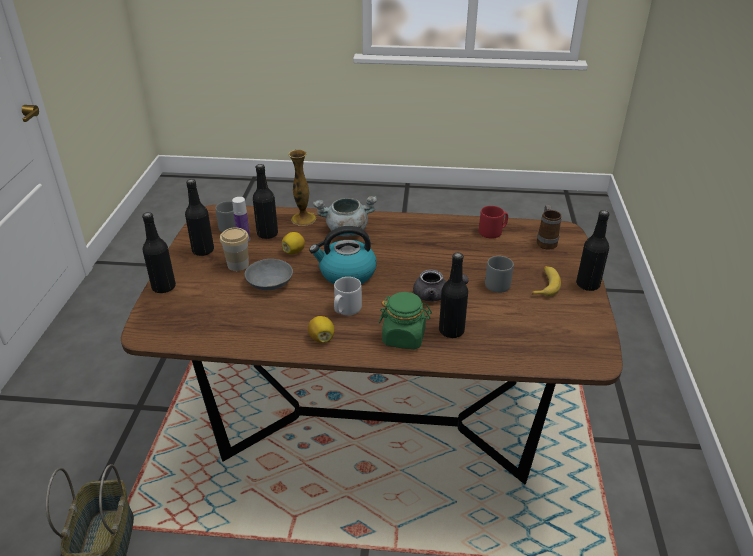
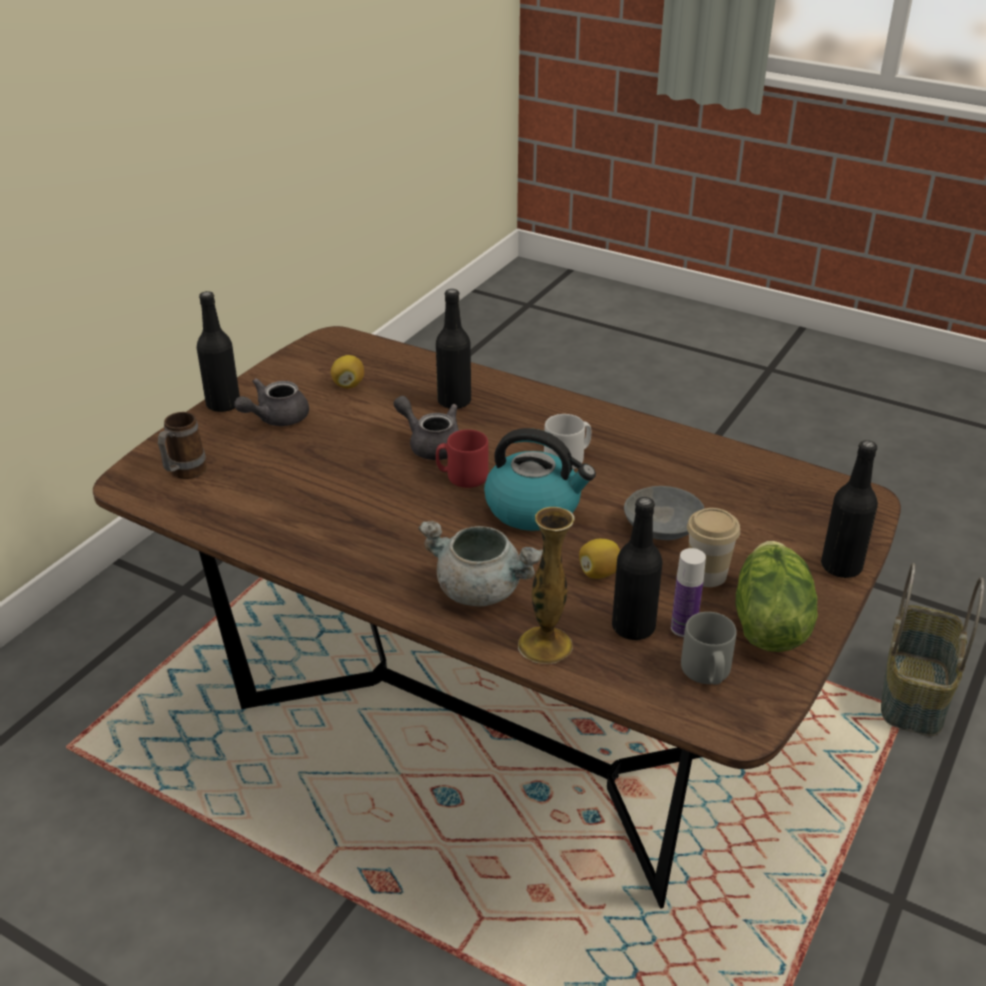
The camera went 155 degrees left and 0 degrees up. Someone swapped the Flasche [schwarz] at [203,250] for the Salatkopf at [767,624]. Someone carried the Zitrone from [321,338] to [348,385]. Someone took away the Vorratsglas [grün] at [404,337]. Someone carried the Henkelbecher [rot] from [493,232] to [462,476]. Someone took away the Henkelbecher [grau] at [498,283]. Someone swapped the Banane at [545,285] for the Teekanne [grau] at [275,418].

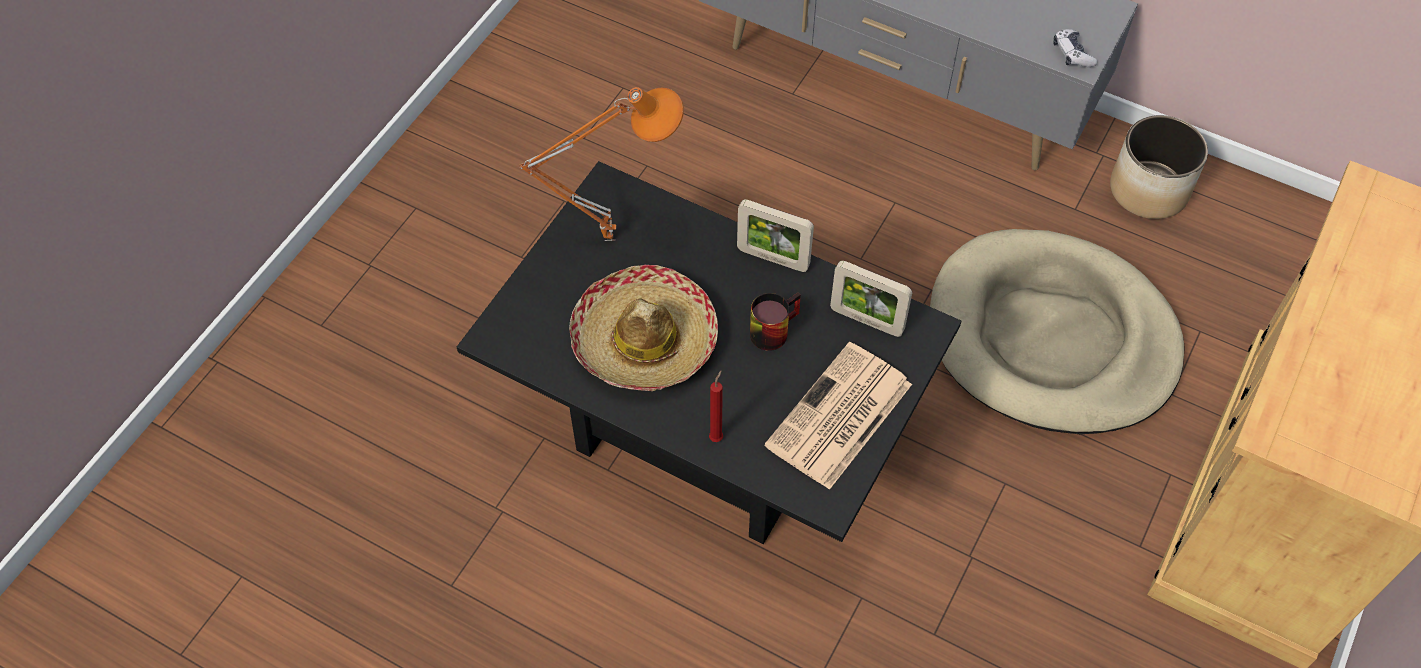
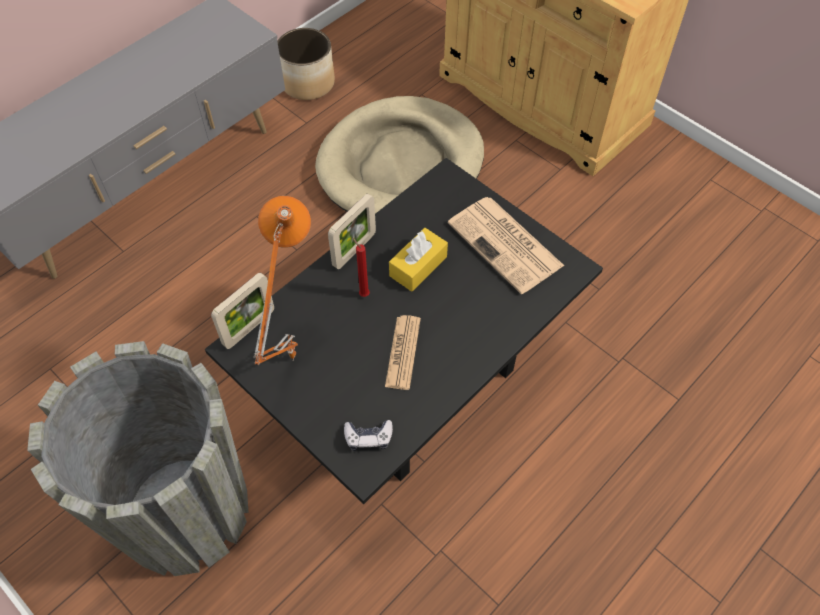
The camera went 75 degrees left and 0 degrees up. Someone swapped the Hut at [645,340] for the Zeitung at [403,352]. Someone carried the Kerze [rot] from [717,437] to [363,293]. Someone swapped the Henkelbecher at [771,328] for the Taschentuchbox [gelb] at [418,266]. Someone carried the Bilderrahmen from [866,320] to [249,328]. Someone carried the Gamepad from [1072,54] to [368,437]. Someone put down the Pflanzkübel [grau] at [184,512].

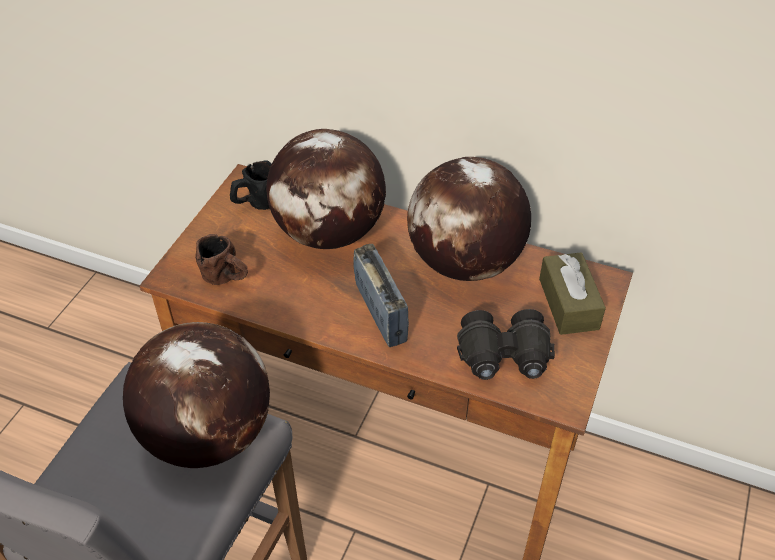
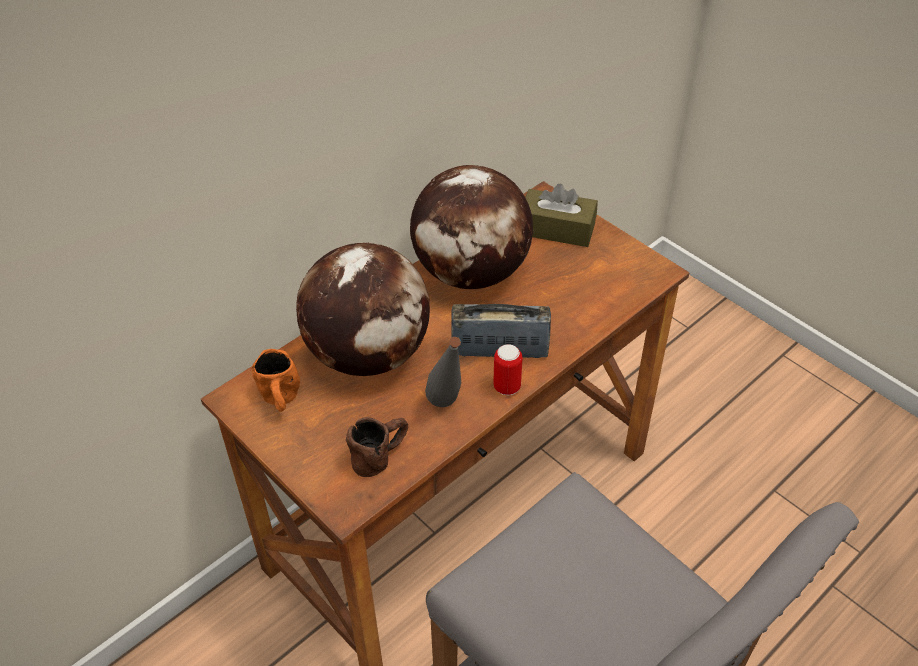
The camera went 65 degrees left and 0 degrees up. Someone took away the Globus at [207,434]. Someone repainted the Henkelbecher [schwarz] at [255,204], which became the Henkelbecher [orange] at [281,401]. Someone took away the Fernglas [schwarz] at [504,357]. Someone put down the Flasche [grau] at [447,410]. Someone put down the Dose at [507,387].

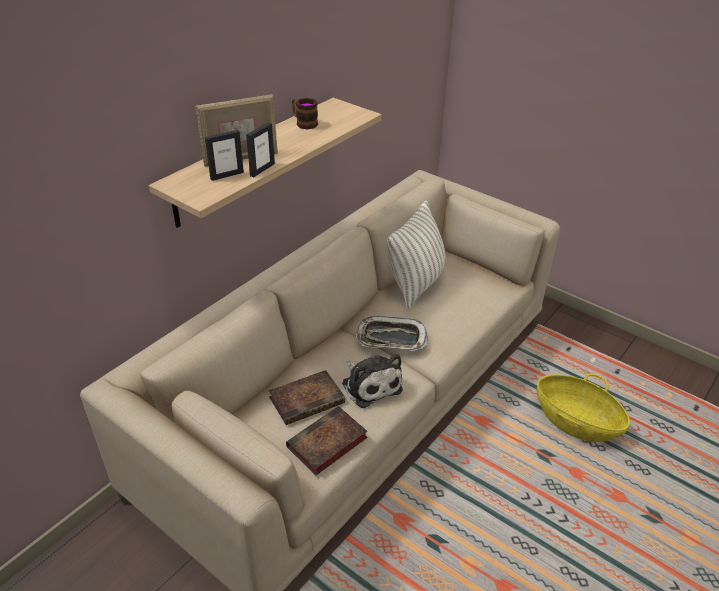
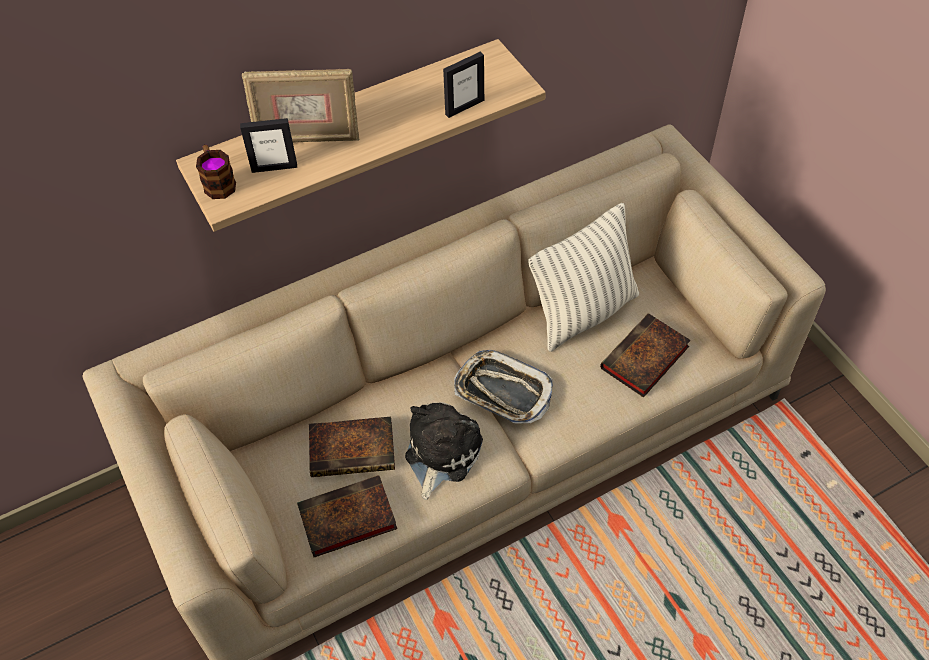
The camera went 25 degrees right and 15 degrees up. Someone carried the Bilderrahmen from [262,169] to [464,107]. Someone carried the Henkelbecher from [304,123] to [218,182]. Someone rotated the Plüschtier at [370,384] by 150 degrees counterclockwise. Someone took away the Korb at [576,422]. Someone put down the Buch at [644,360].

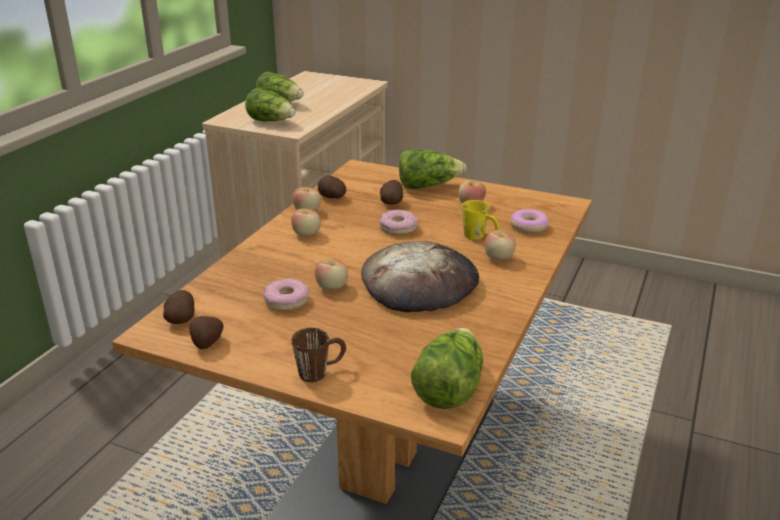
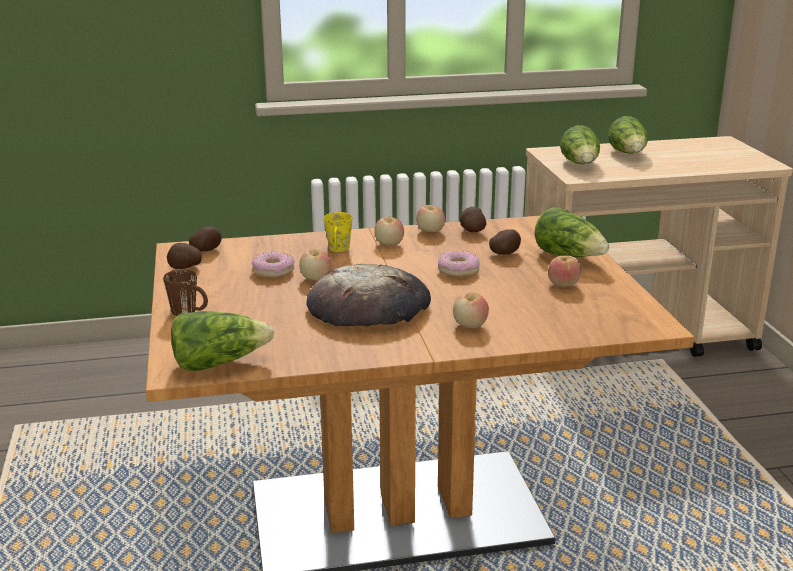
The camera went 55 degrees right and 5 degrees down. Someone carried the Henkelbecher [gelb] from [480,237] to [338,251]. Someone took away the Donut at [528,226].

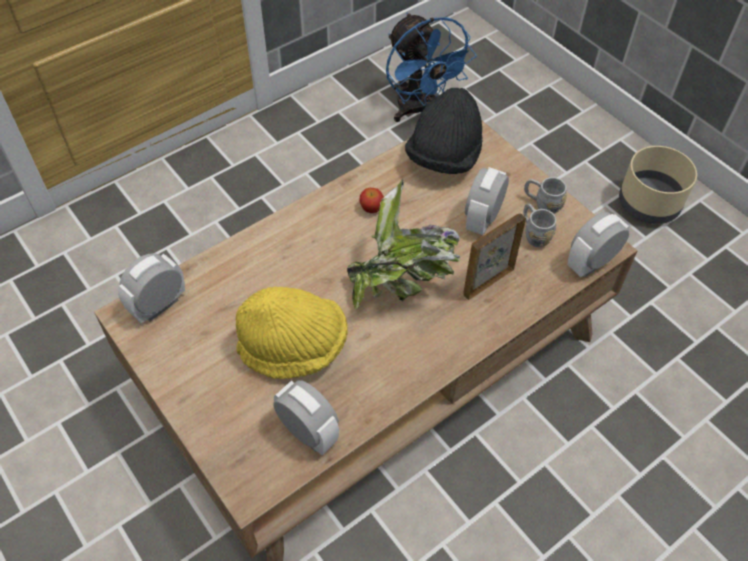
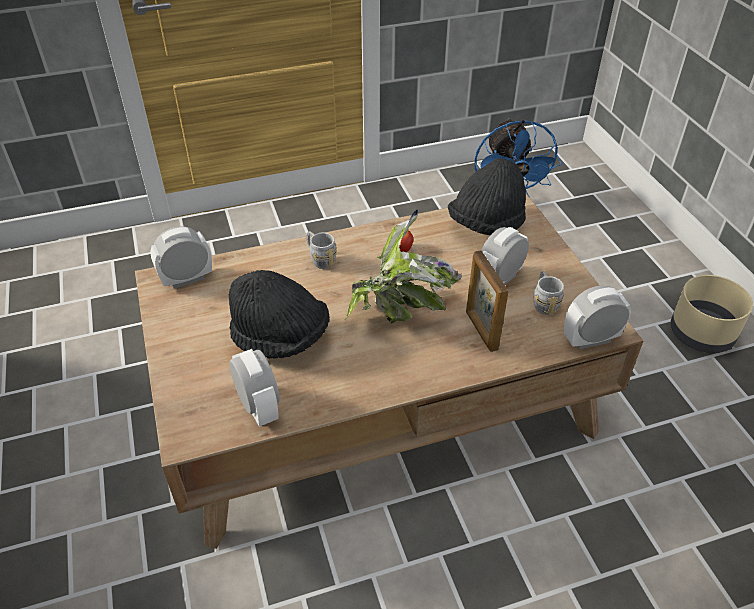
The camera went 20 degrees right and 10 degrees down. Someone repainted the Hut [gelb] at [294,347], which became the Hut [schwarz] at [280,338]. Someone rotated the Bilderrahmen at [487,282] by 90 degrees counterclockwise. Someone carried the Henkelbecher [grau] from [542,204] to [320,259].

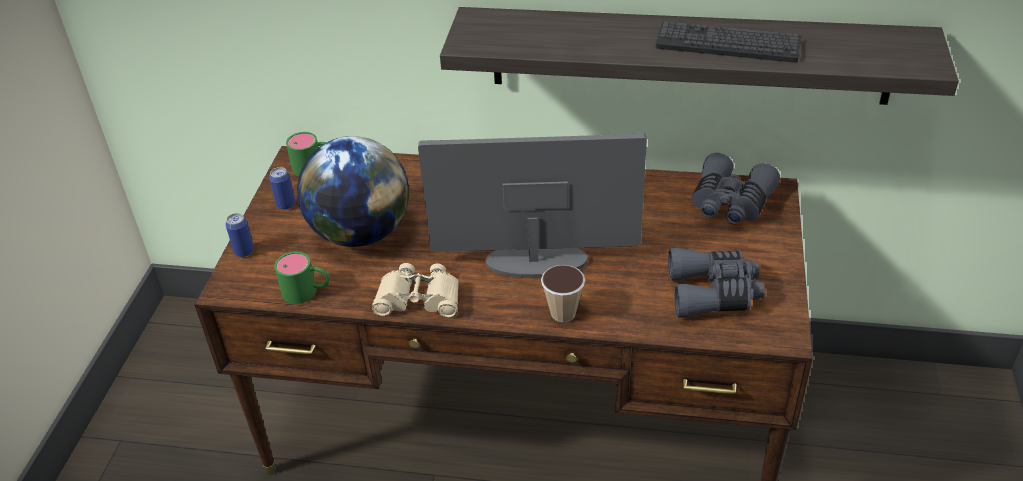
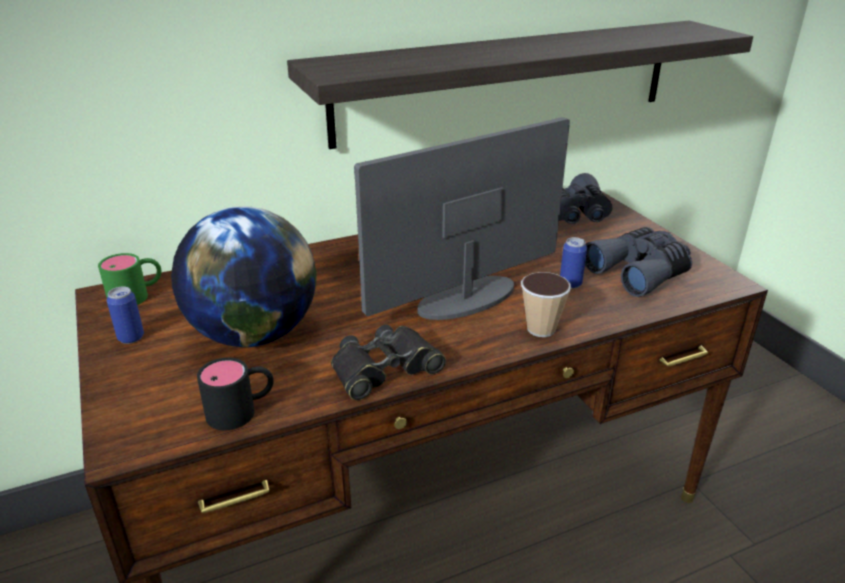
The camera went 35 degrees left and 10 degrees down. Someone carried the Dose from [244,251] to [570,283]. Someone repainted the Henkelbecher [grün] at [307,291], which became the Henkelbecher [schwarz] at [242,410]. Someone repainted the Fernglas [beige] at [418,298], which became the Fernglas [schwarz] at [384,369]. Someone took away the Tastatur at [727,44].

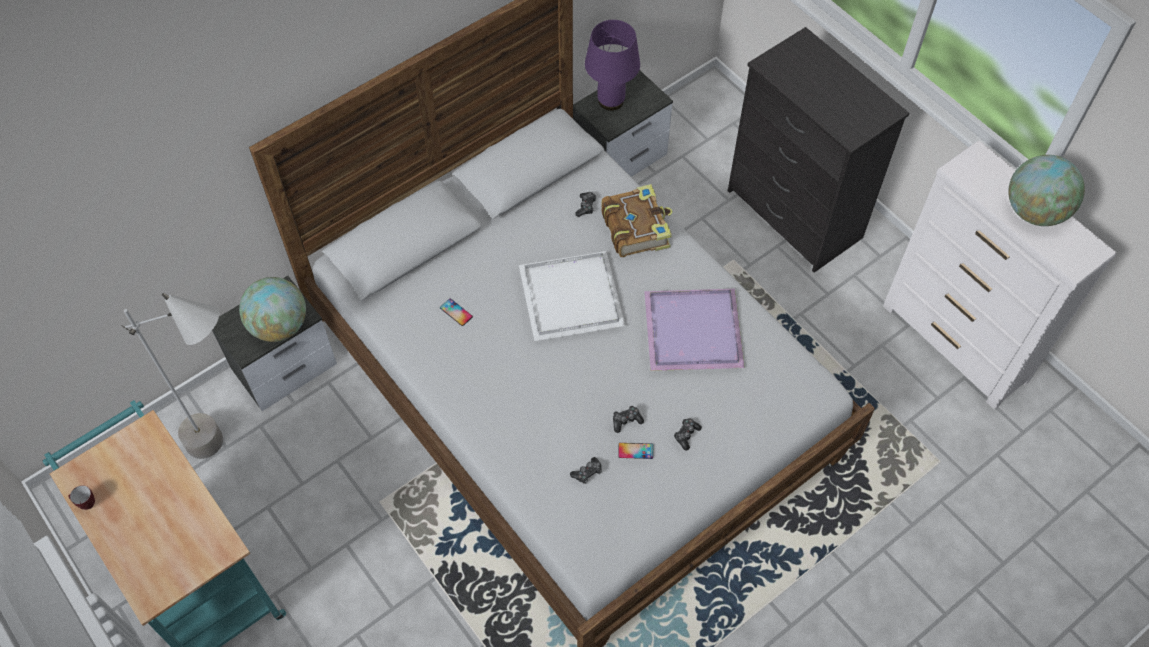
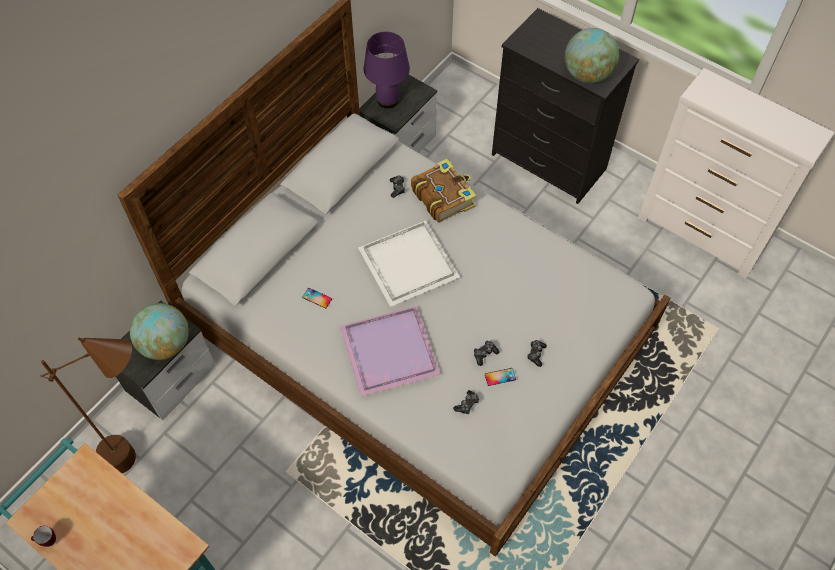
The camera went 15 degrees left and 0 degrees up. Someone repainted the Stehlampe [grau] at [234,448], which became the Stehlampe [braun] at [147,458]. Someone carried the Tablett [lila] from [691,332] to [388,353]. Someone carried the Globus from [1034,211] to [587,74].

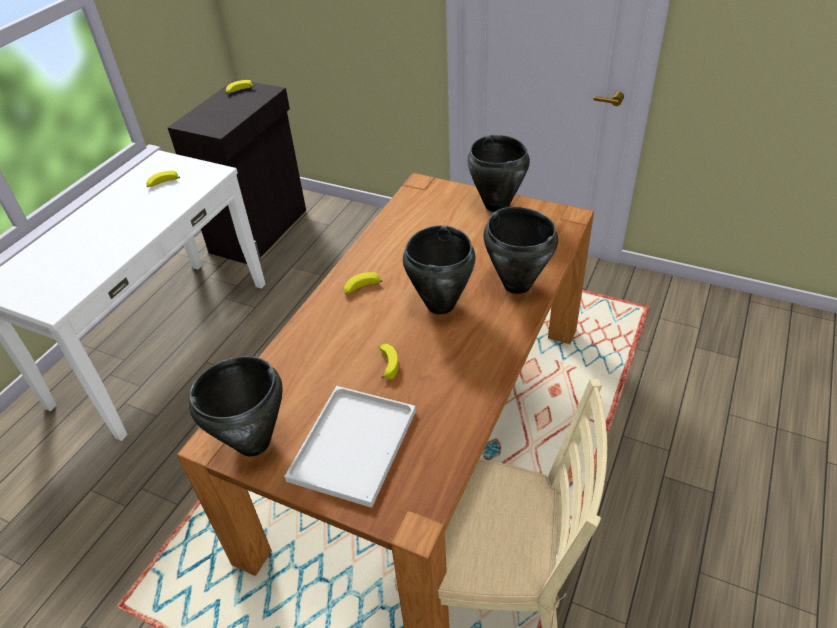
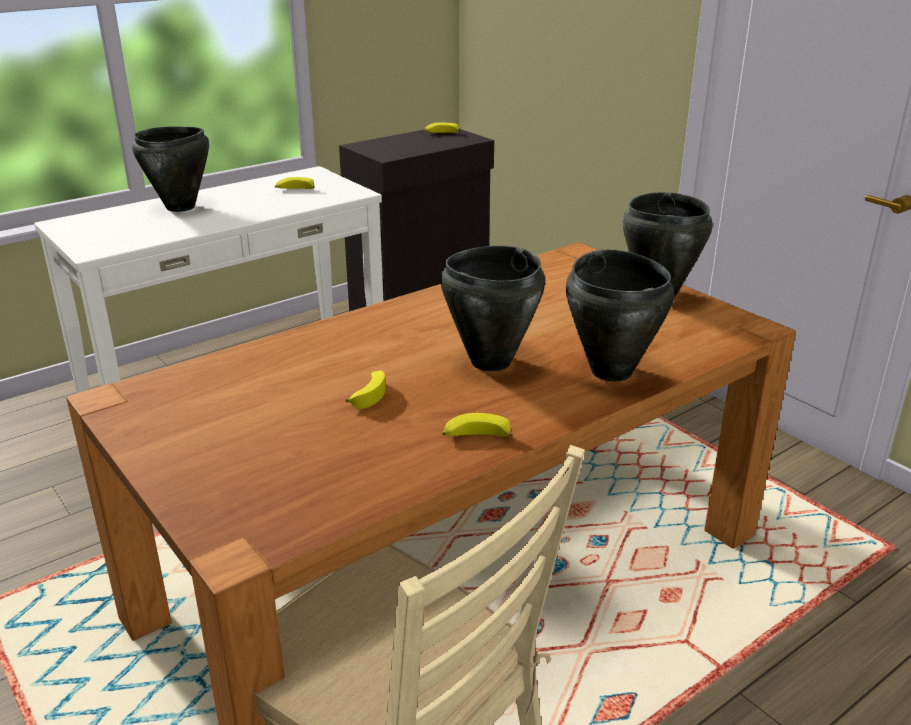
The camera went 25 degrees right and 15 degrees down. Someone carried the Kochtopf [schwarz] from [254,443] to [181,207]. Someone took away the Tablett [weiß] at [353,442]. Someone carried the Banane from [361,288] to [476,437].

